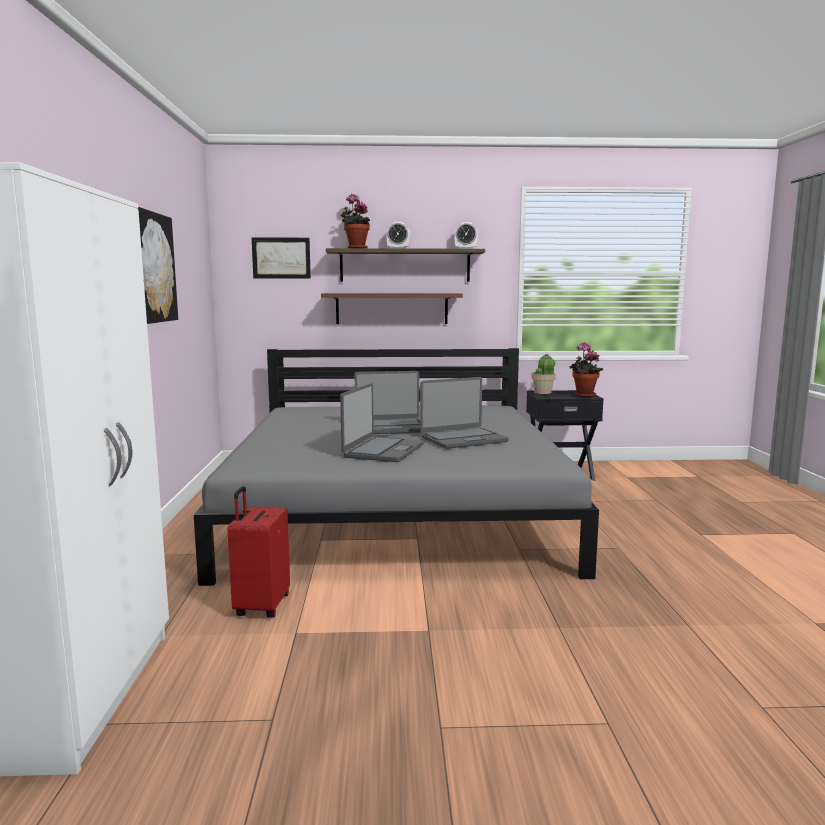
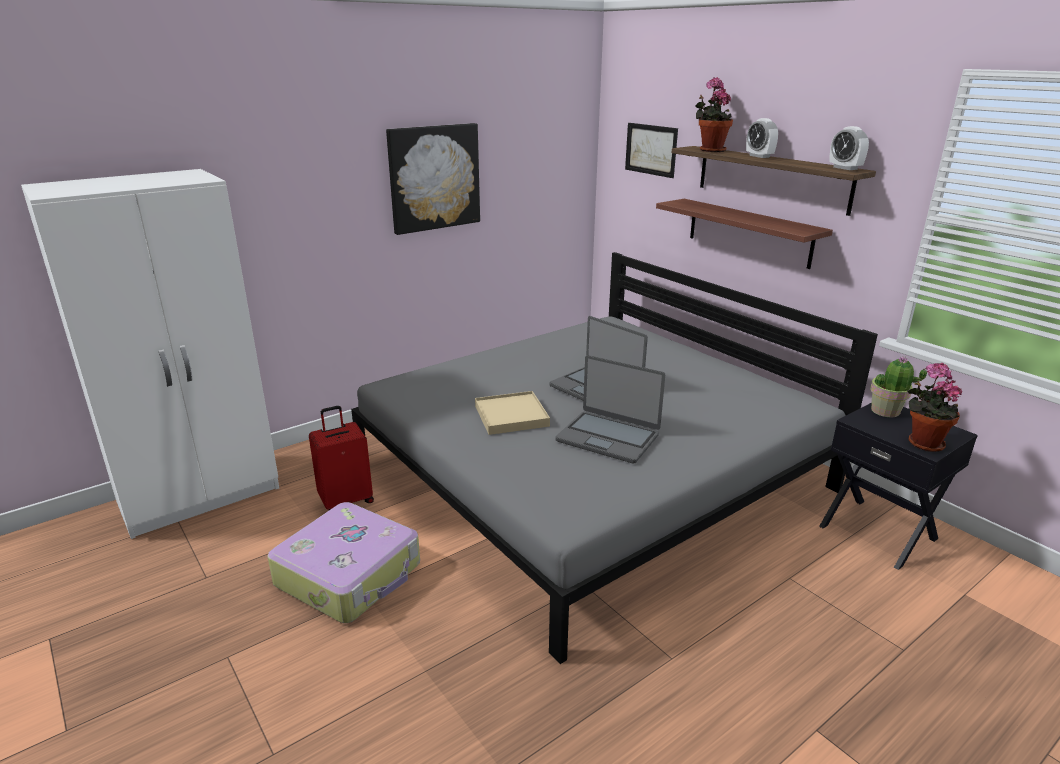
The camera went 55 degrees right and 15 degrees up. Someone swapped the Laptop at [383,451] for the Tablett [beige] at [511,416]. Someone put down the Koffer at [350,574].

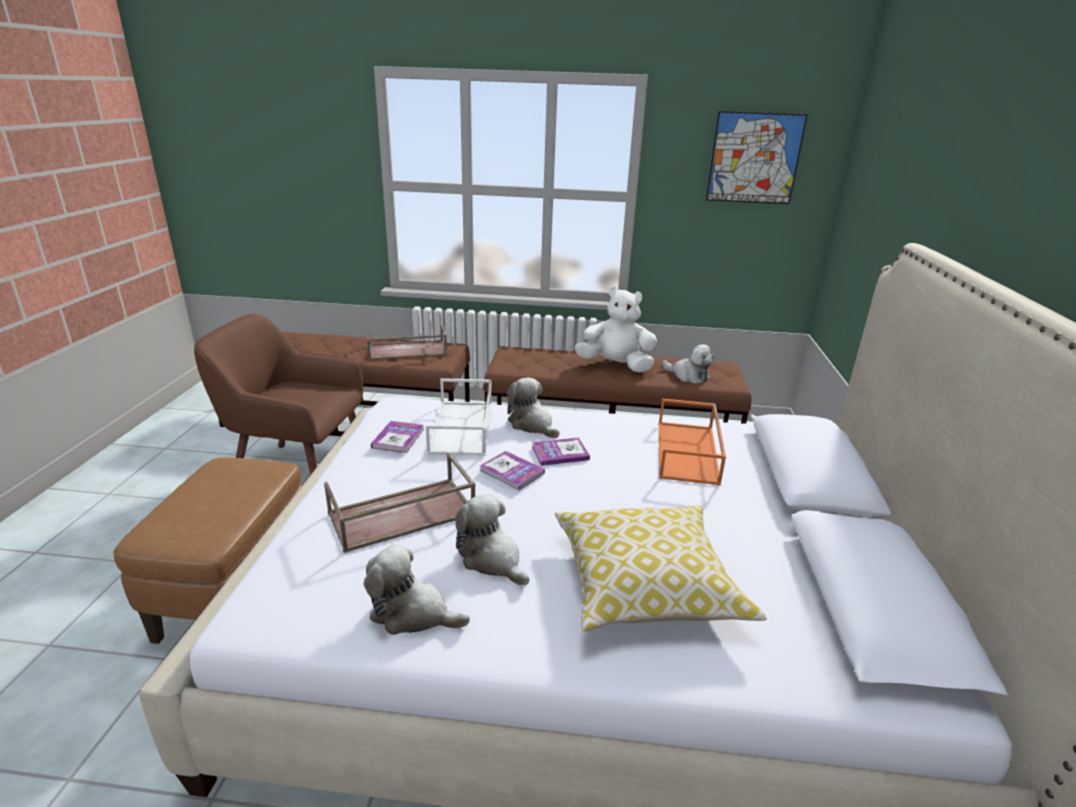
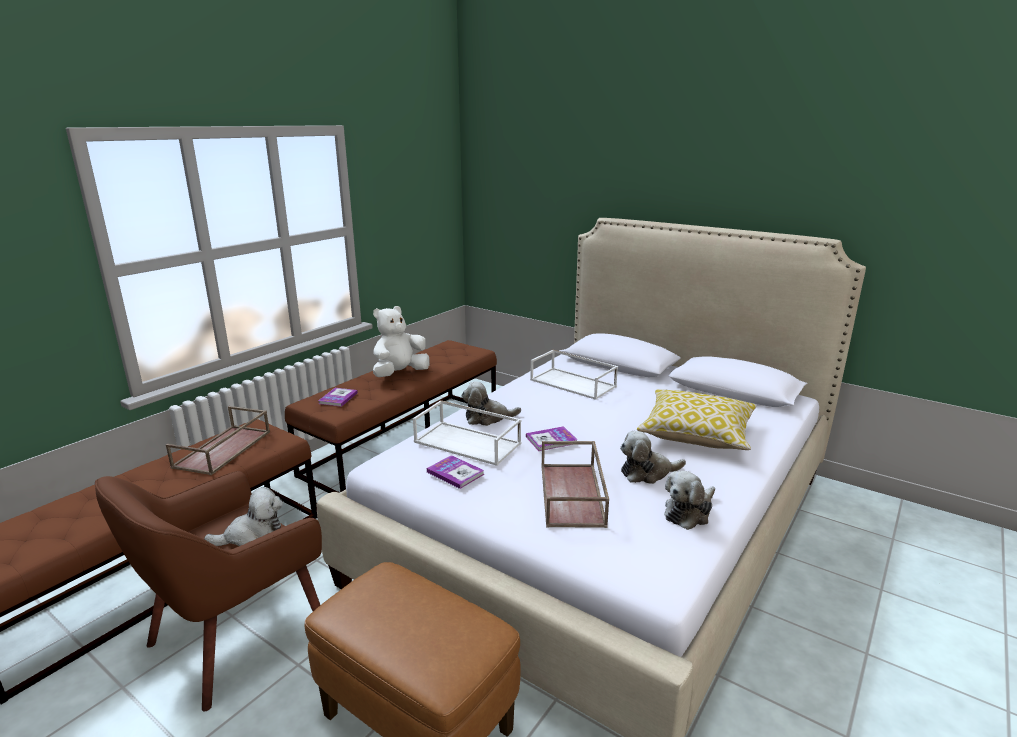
The camera went 60 degrees left and 5 degrees down. Someone carried the Buch from [560,453] to [338,398]. Someone repainted the Tablett [orange] at [688,453], which became the Tablett [weiß] at [574,383]. Someone carried the Plüschtier from [688,376] to [253,536]. Someone took away the Bild at [754,158].

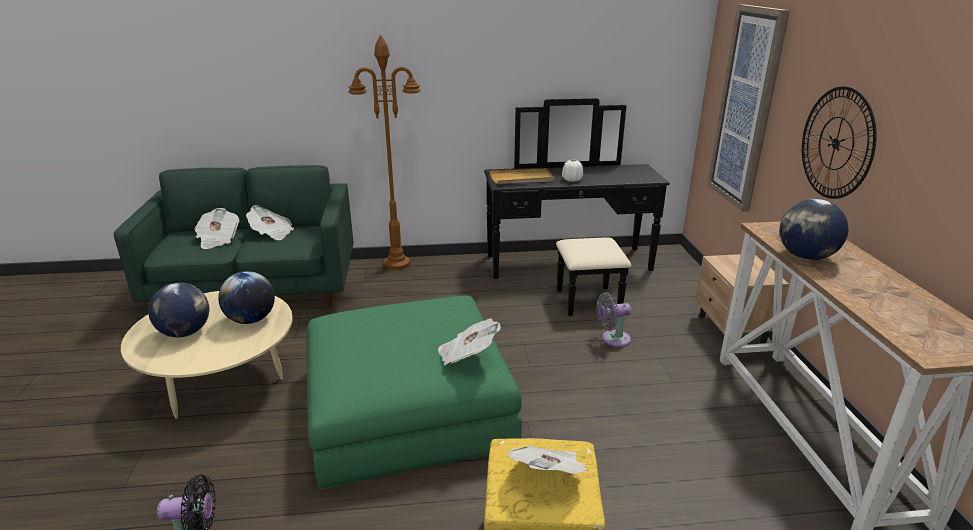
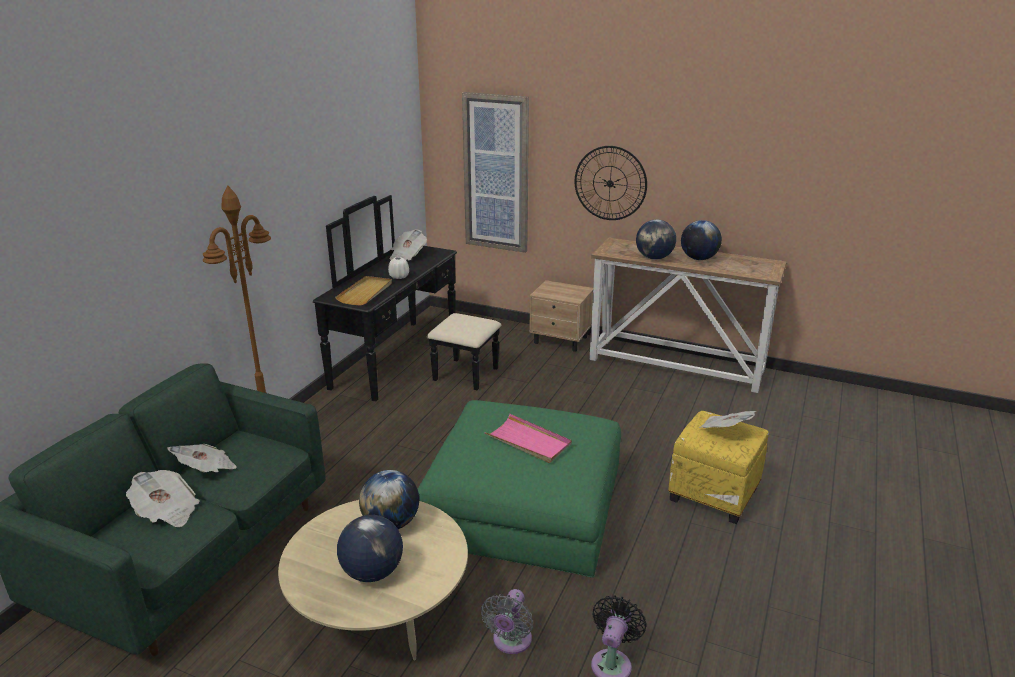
The camera went 60 degrees left and 0 degrees up. Someone carried the Zeitung from [467,355] to [407,256]. Someone carried the Ventilator [grau] from [612,339] to [510,642]. Someone put down the Tablett [rosa] at [528,441]. Someone put down the Globus at [698,259].

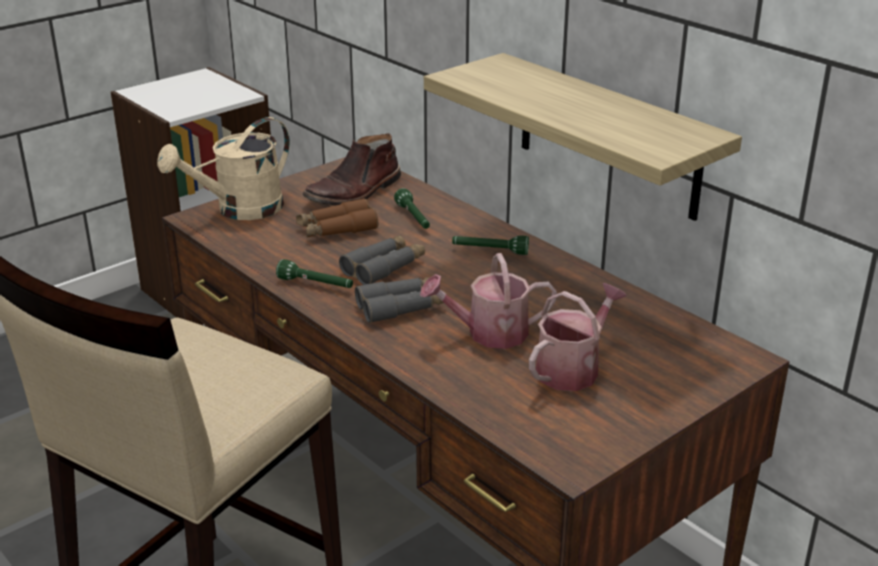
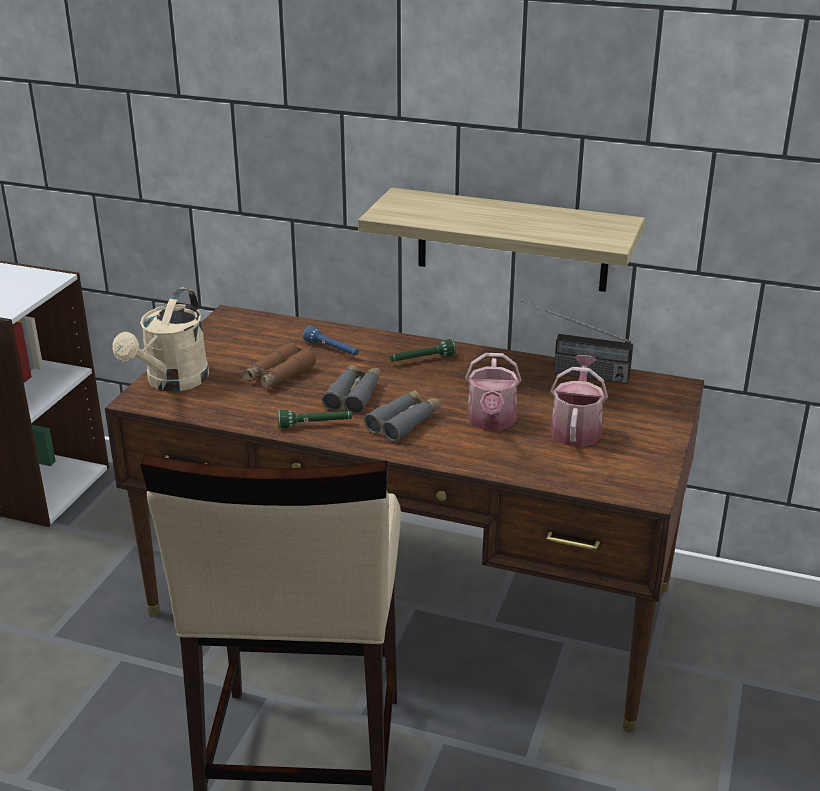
The camera went 30 degrees left and 0 degrees up. Someone took away the Stiefel [braun] at [354,192]. Someone repainted the Taschenlampe [grün] at [414,218], which became the Taschenlampe [blau] at [332,350]. Someone rotated the Gießkanne at [489,333] by 45 degrees counterclockwise. Someone put down the Radio at [571,372].

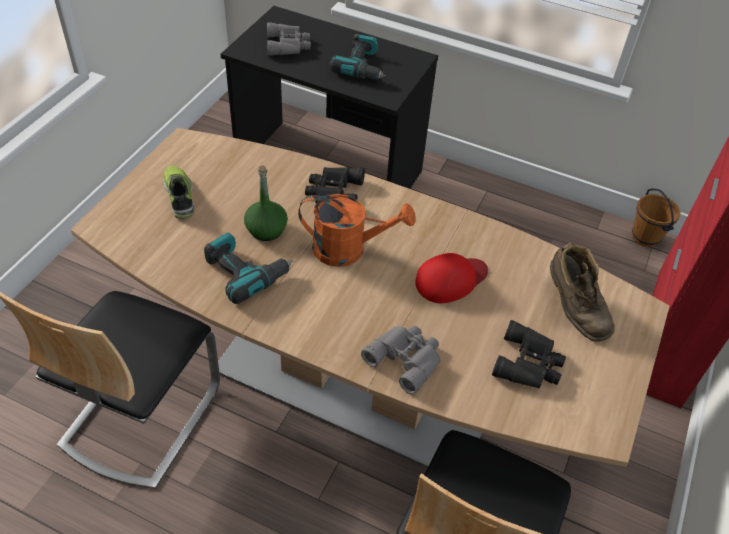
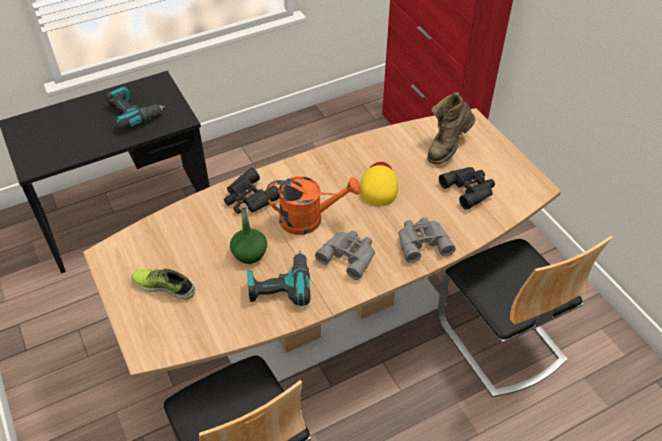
The camera went 50 degrees left and 0 degrees up. Someone carried the Fernglas [grau] from [289,45] to [349,255]. Someone rotated the Gießkanne [orange] at [349,249] by 45 degrees clockwise. Someone repainted the Kappe [rot] at [451,279], which became the Kappe [gelb] at [379,185]. Someone rotated the Stiefel [braun] at [573,310] by 120 degrees clockwise. Someone took away the Eimer [braun] at [644,237].

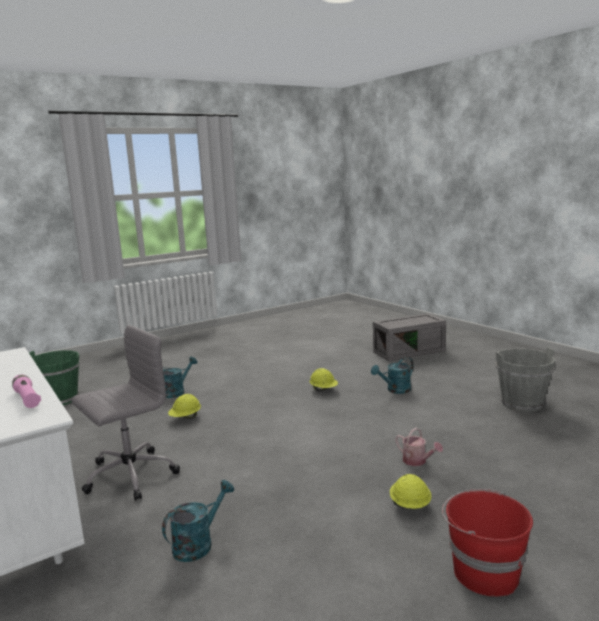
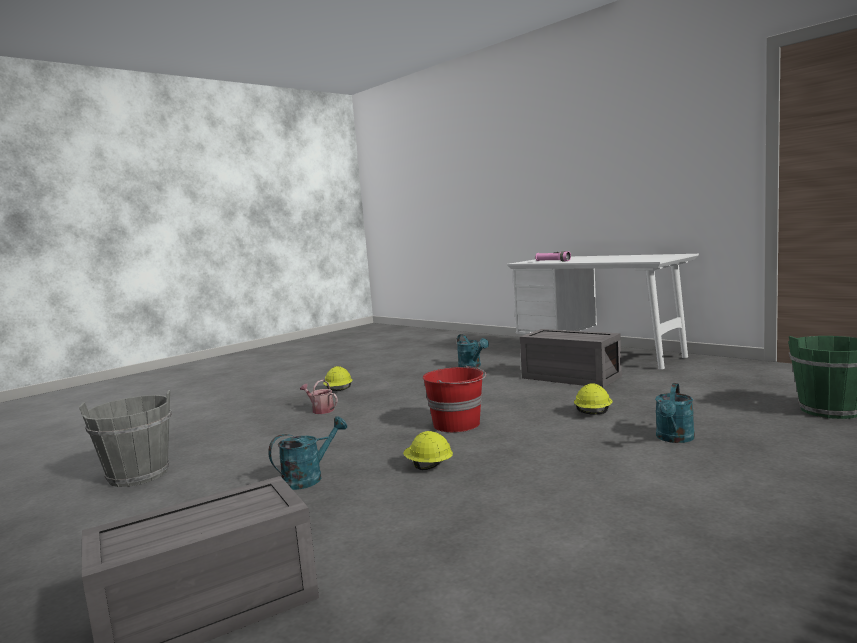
The camera went 170 degrees right and 5 degrees down. Someone swapped the Bürostuhl [grau] at [129,475] for the Aufbewahrungsbox [grau] at [569,377]. Someone rotated the Gießkanne [türkis] at [198,544] by 60 degrees counterclockwise. Someone carried the Eimer [rot] from [484,573] to [457,424].

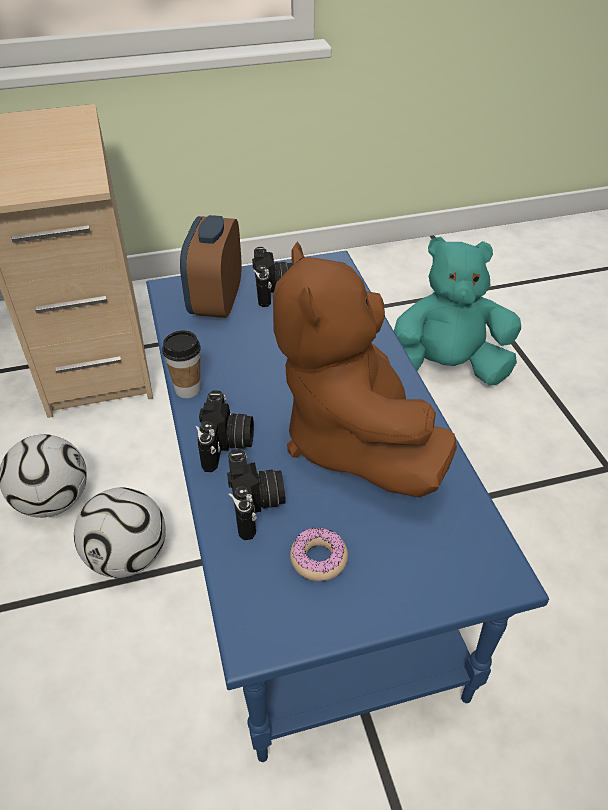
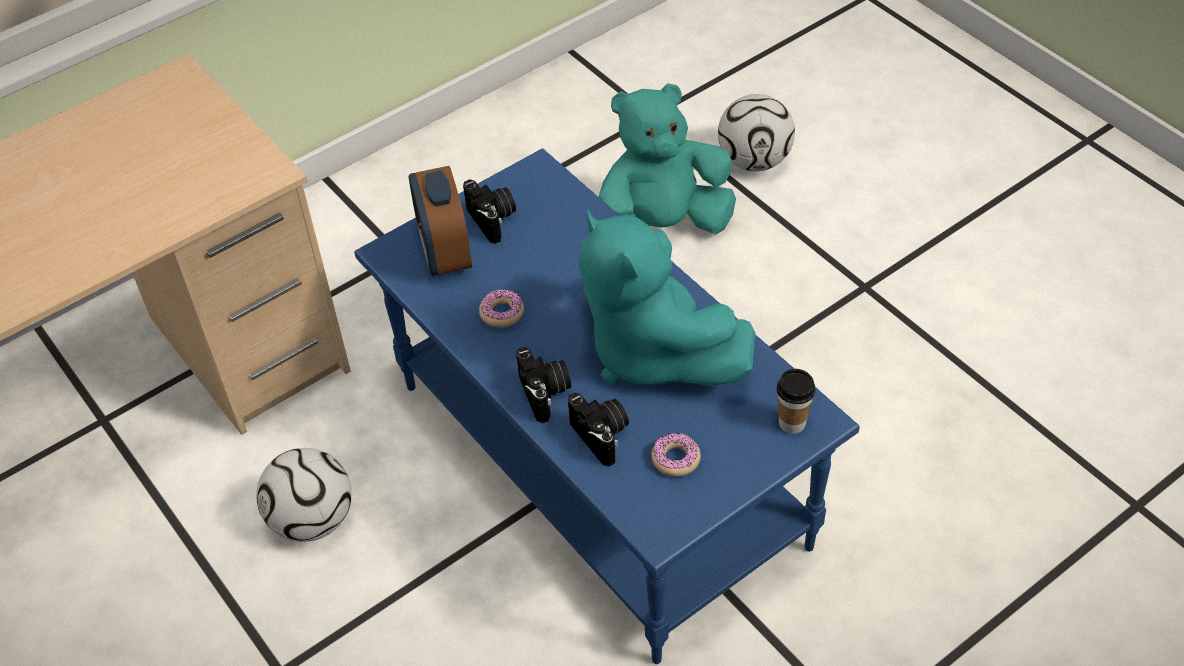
The camera went 20 degrees left and 5 degrees up. Someone carried the Fußball from [128,556] to [754,160]. Someone carried the Tasse from [188,389] to [792,423]. Someone repainted the Plüschtier [braun] at [352,439], which became the Plüschtier [türkis] at [652,351]. Someone put down the Donut at [502,313].

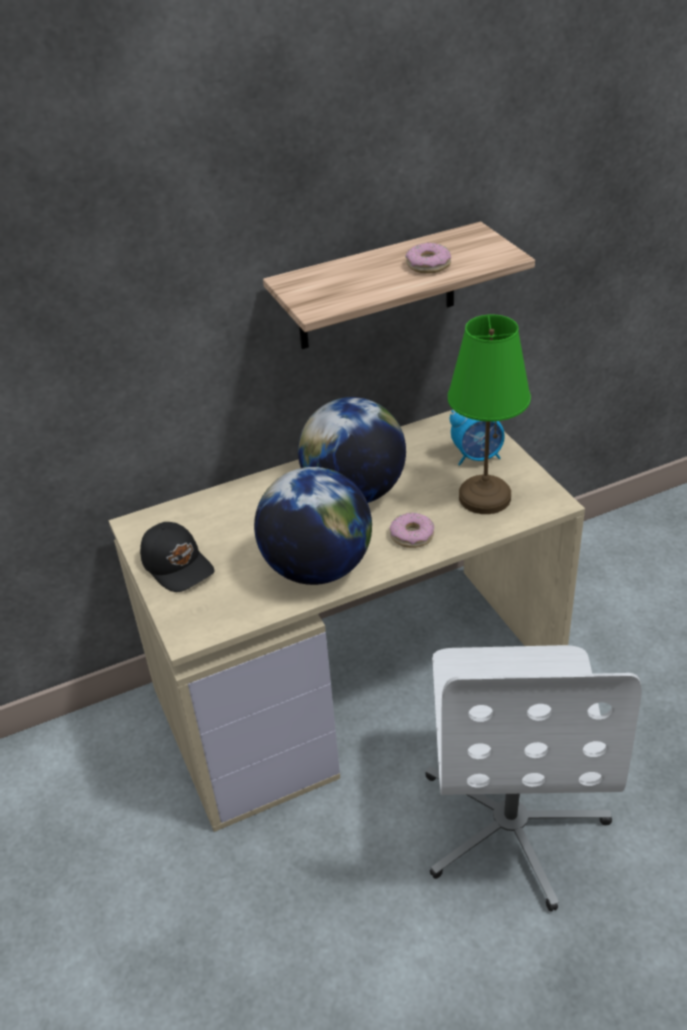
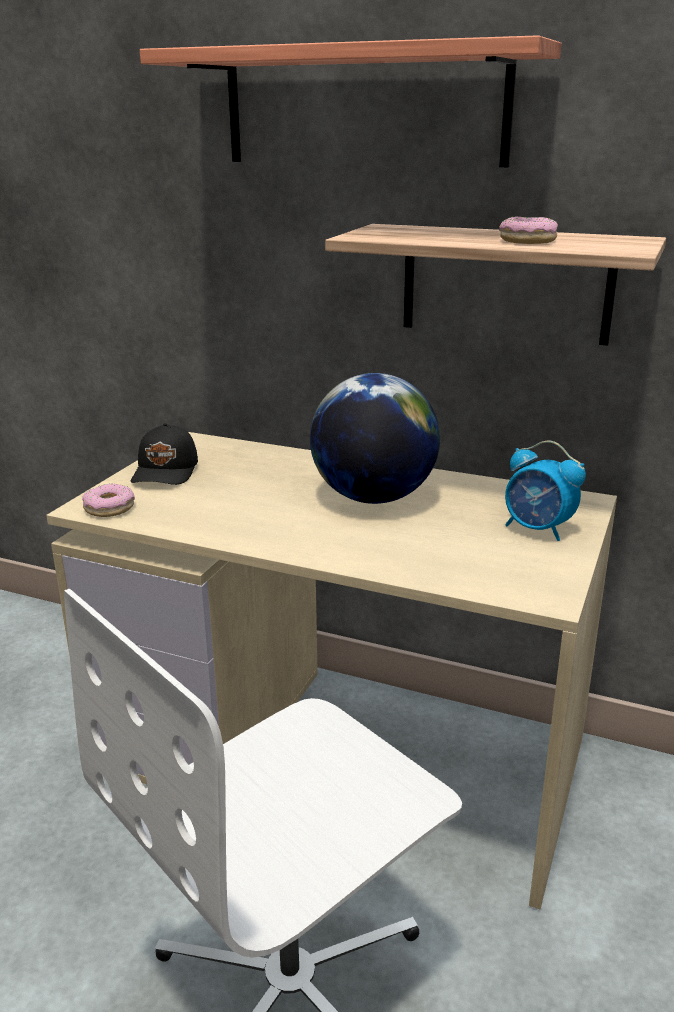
The camera went 45 degrees right and 15 degrees down. Someone took away the Globus at [317,568]. Someone carried the Donut from [412,536] to [109,508]. Someone took away the Tischlampe [grün] at [484,498]. Someone put up the Wandregal at [363,107].

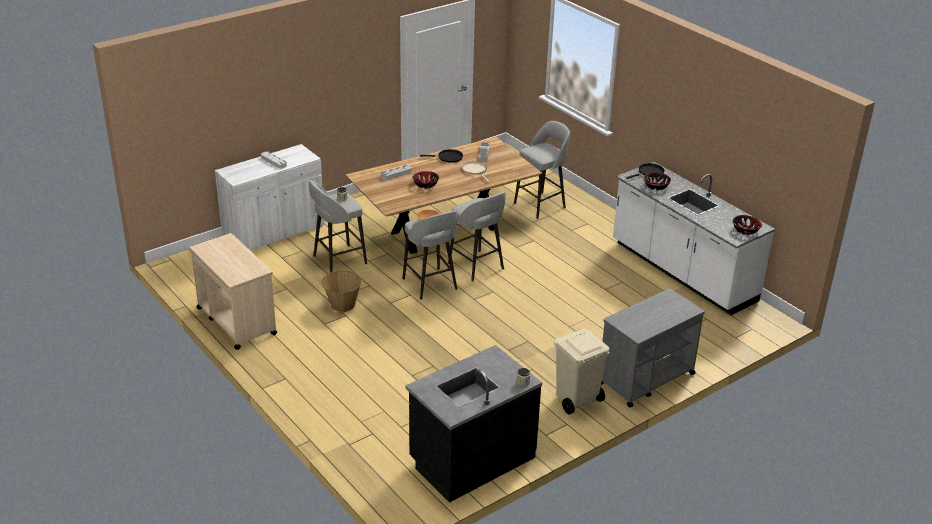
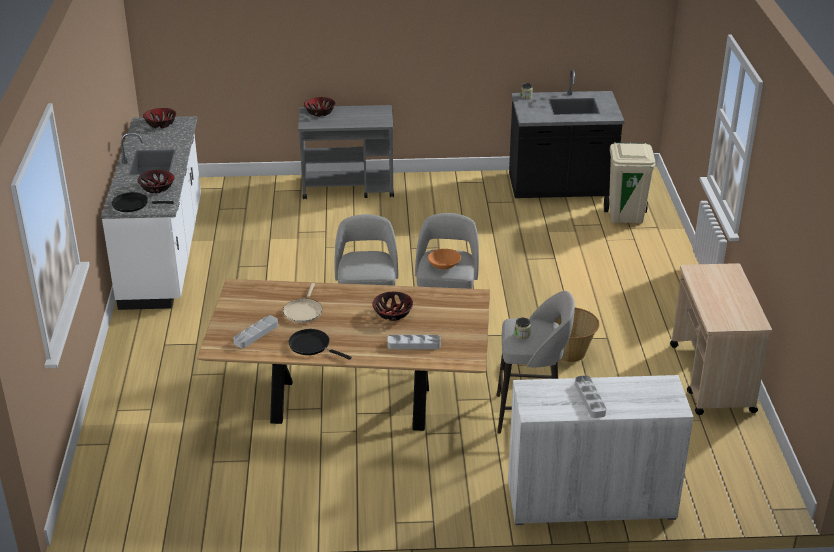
The camera went 145 degrees left and 0 degrees up. Someone took away the Hocker [grau] at [541,205]. Someone carried the Mülleimer [beige] from [576,400] to [626,216]. Someone put down the Schüssel at [319,112].

